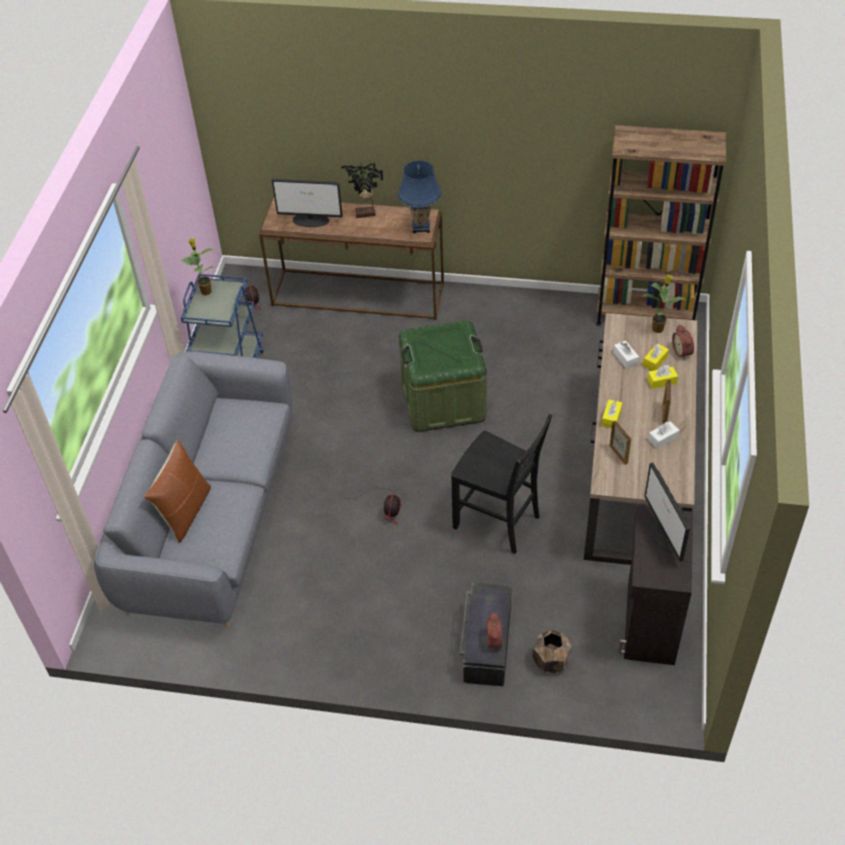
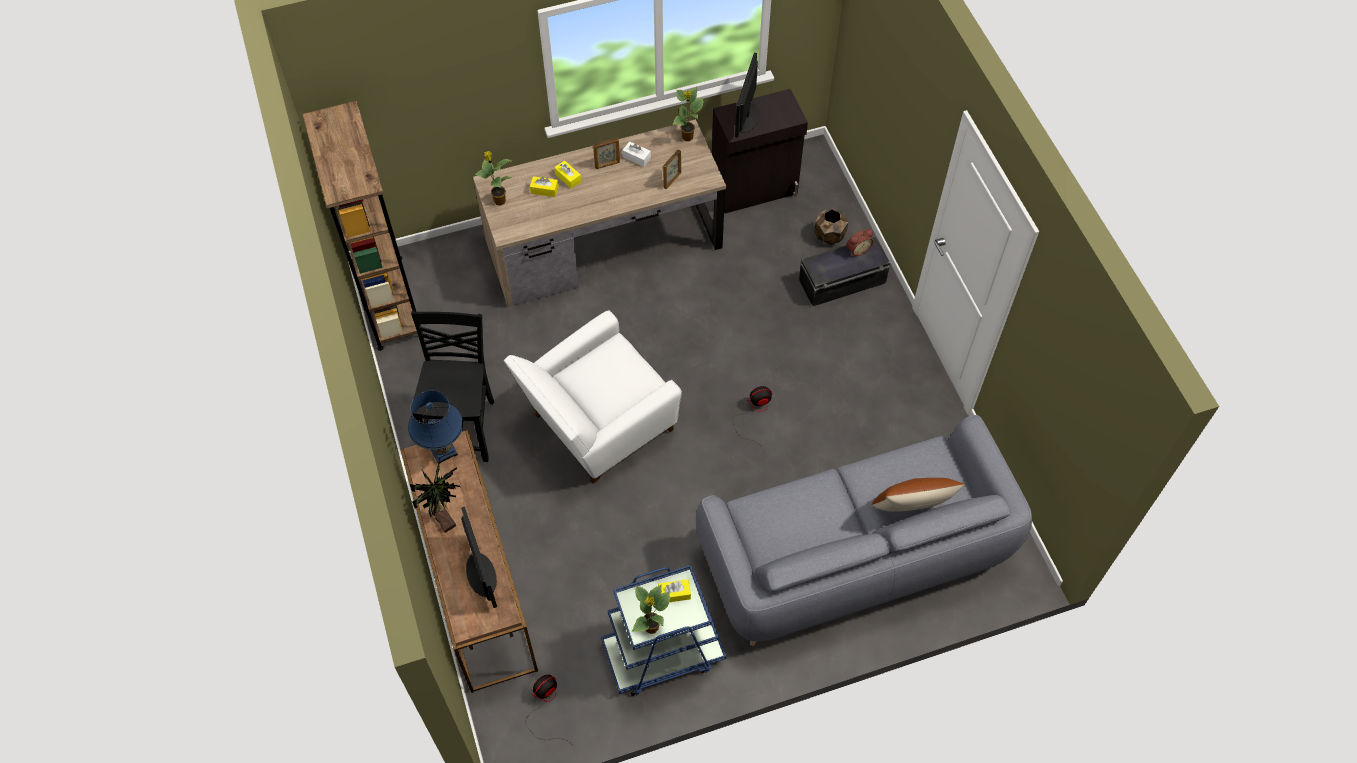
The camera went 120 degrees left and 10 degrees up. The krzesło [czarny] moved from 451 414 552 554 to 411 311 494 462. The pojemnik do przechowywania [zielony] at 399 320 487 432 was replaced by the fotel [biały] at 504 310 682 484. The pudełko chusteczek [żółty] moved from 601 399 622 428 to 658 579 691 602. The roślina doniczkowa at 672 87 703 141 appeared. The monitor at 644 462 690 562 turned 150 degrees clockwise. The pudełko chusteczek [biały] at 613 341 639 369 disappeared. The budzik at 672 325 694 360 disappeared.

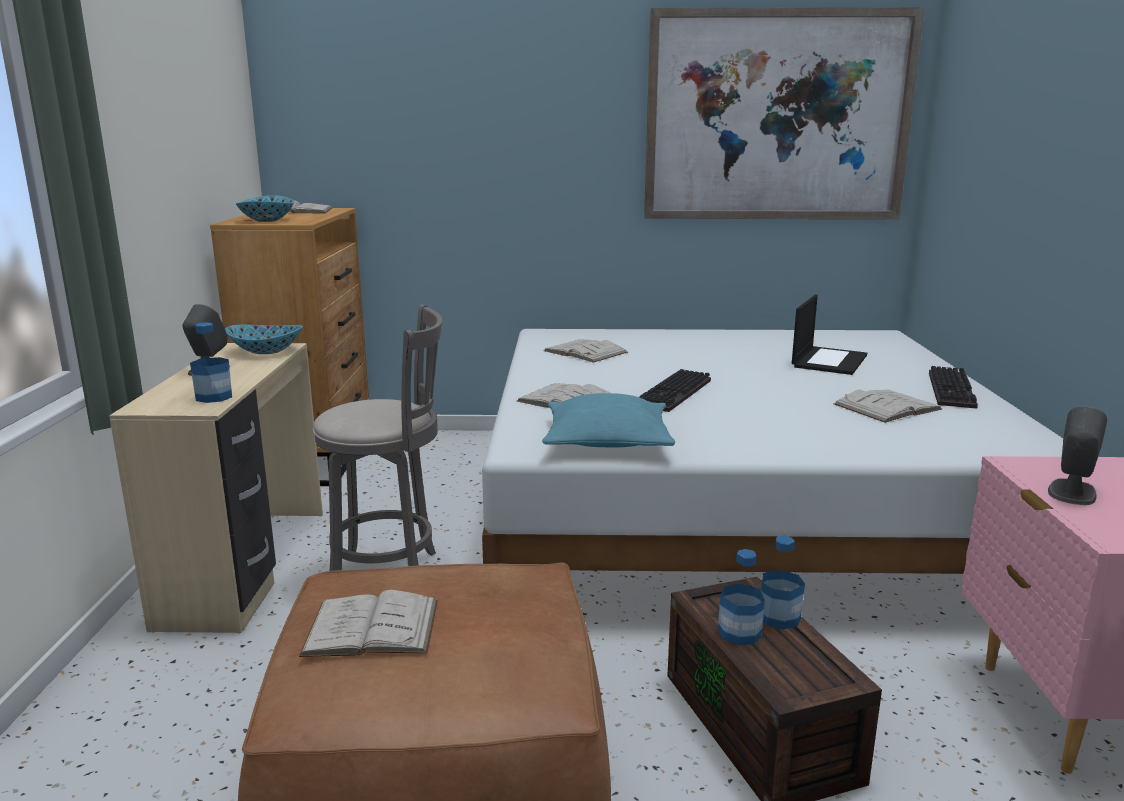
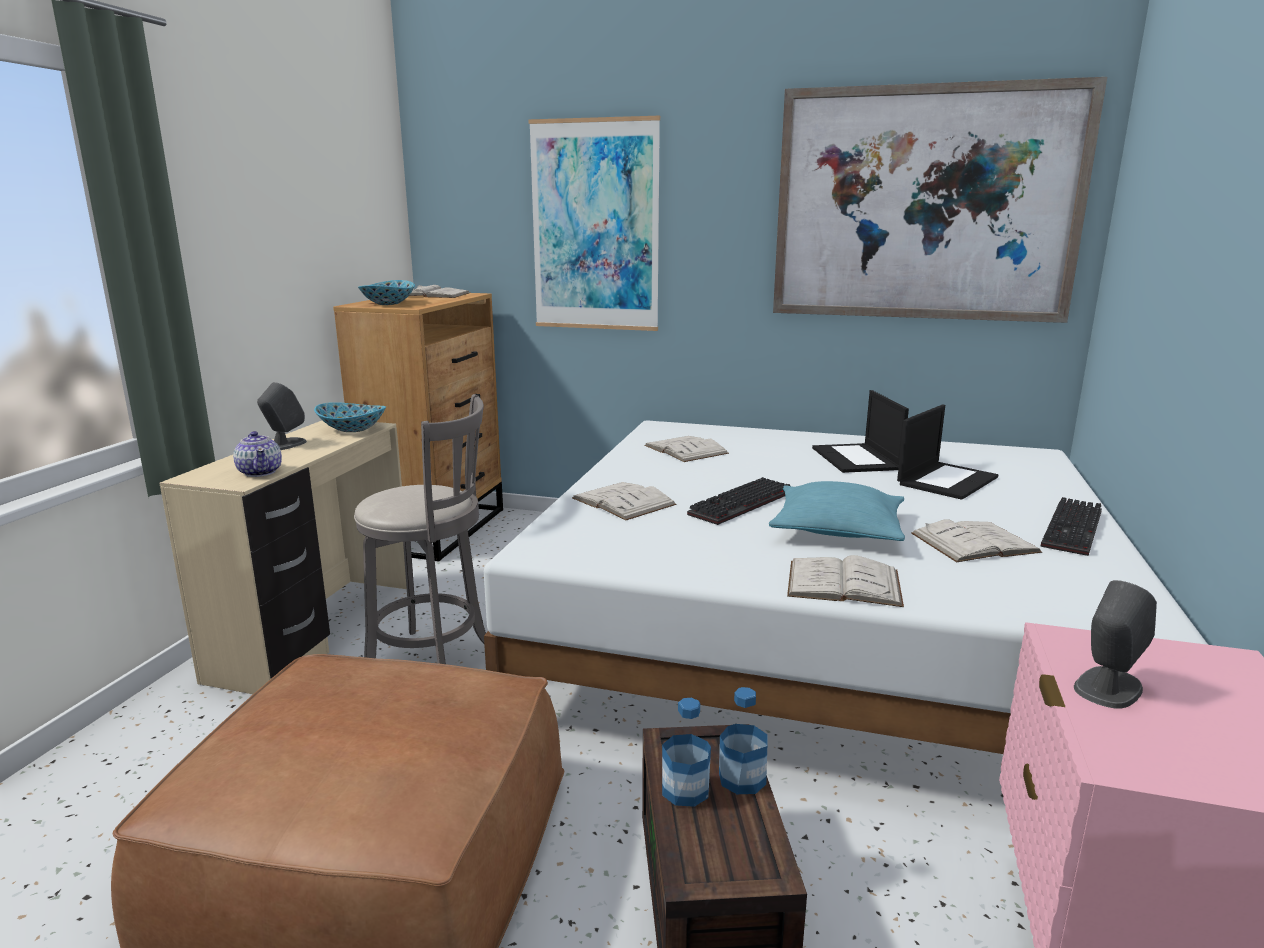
The camera went 15 degrees right and 0 degrees up. The butelka at 190 322 232 403 was replaced by the imbryk at 233 431 282 477. The obraz at 528 116 660 331 appeared. The poduszka [turkusowy] moved from 542 393 675 447 to 769 481 905 541. The książka [biały] moved from 299 590 438 657 to 787 555 904 607. The laptop at 812 390 909 473 appeared.

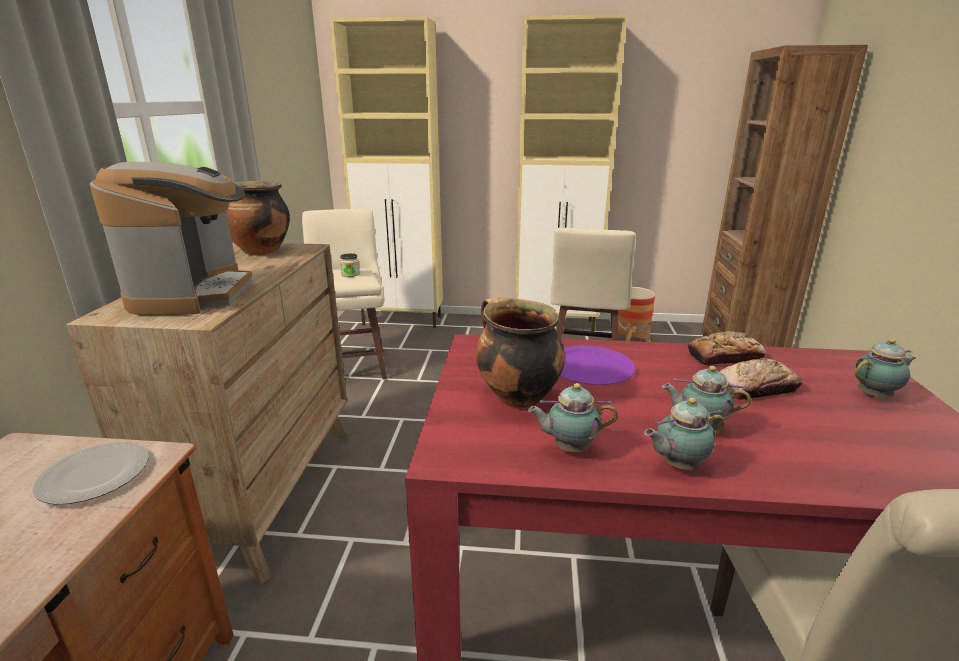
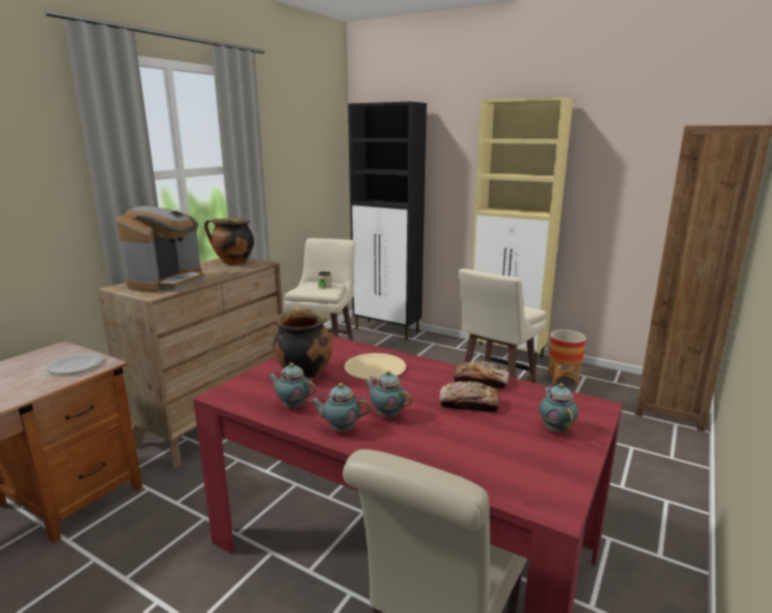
The camera went 25 degrees right and 5 degrees down. The talerz [fioletowy] at 560 345 635 385 became the talerz [beżowy] at 344 353 406 380. The szafka [beżowy] at 330 17 443 328 became the szafka [czarny] at 348 102 427 340. The imbryk at 855 339 916 398 turned 105 degrees counterclockwise.

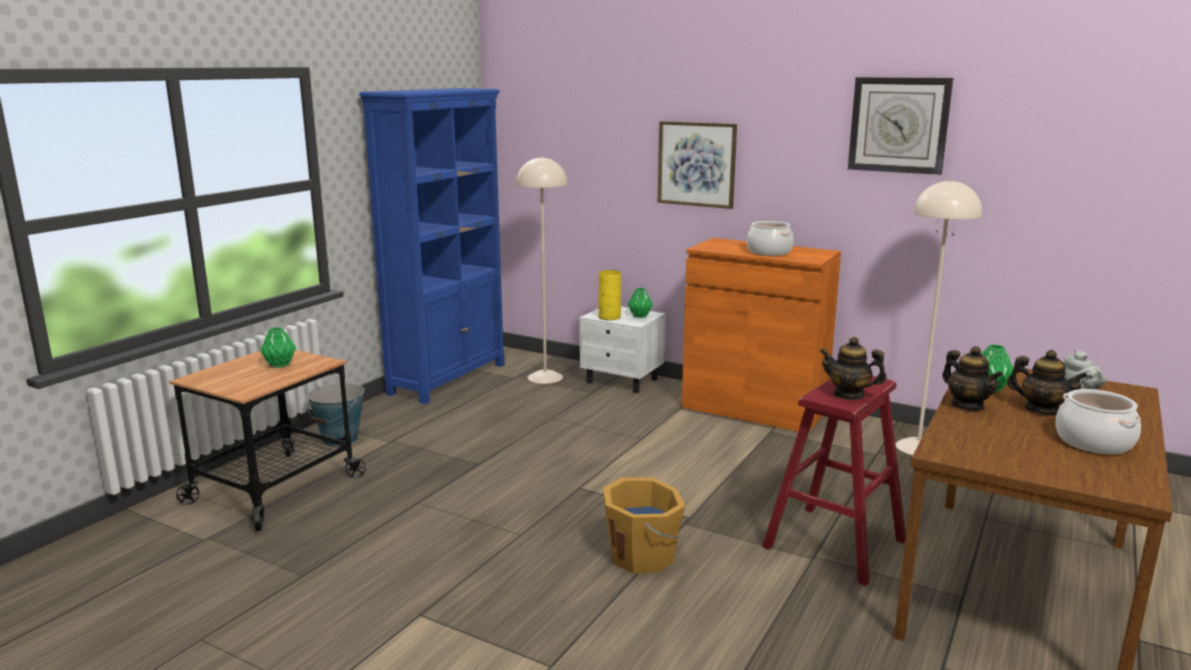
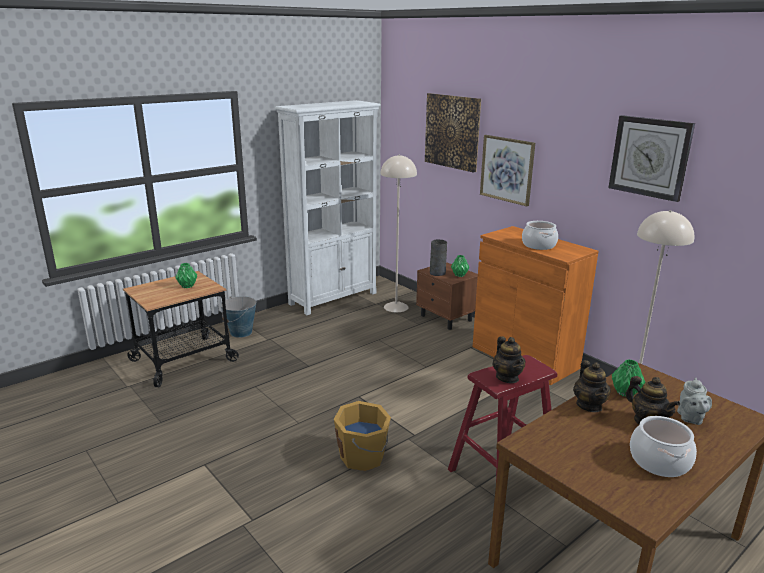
The camera went 20 degrees right and 5 degrees up. The regał [niebieski] at 359 88 505 404 became the regał [biały] at 275 100 381 315. The szafka nocna [biały] at 580 307 666 393 became the szafka nocna [brązowy] at 416 262 478 330. The obraz at 425 93 481 173 appeared. The wazon [żółty] at 598 270 621 320 became the wazon [szary] at 430 240 447 276. The imbryk at 819 337 887 400 turned 150 degrees counterclockwise.

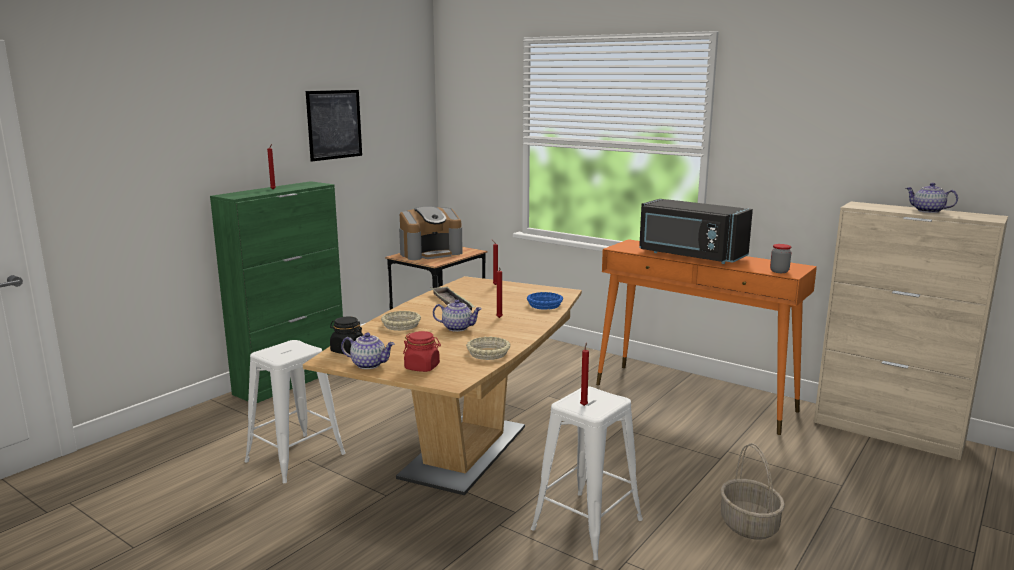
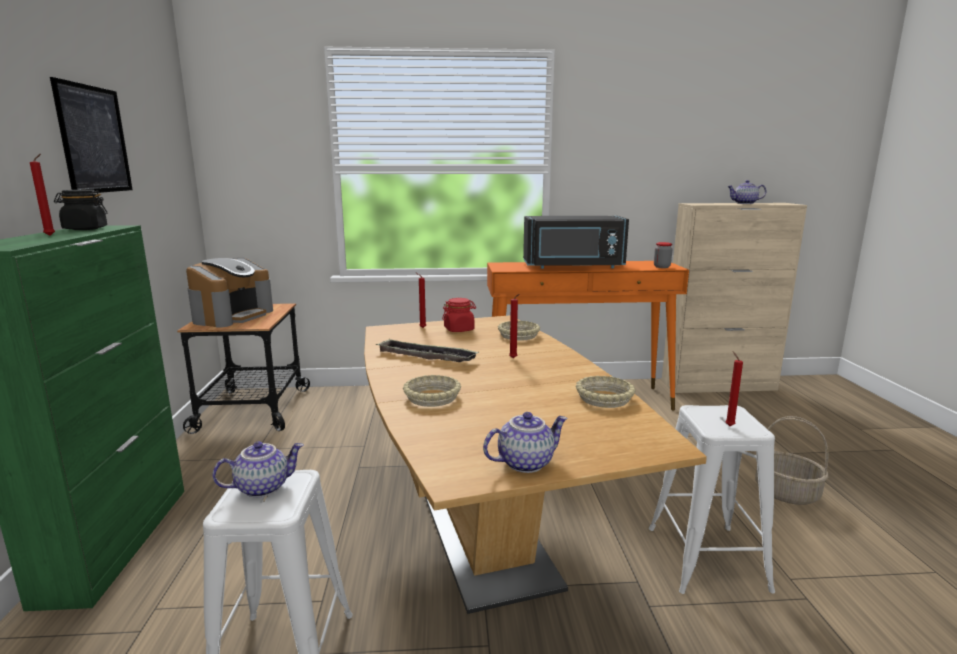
The camera went 40 degrees left and 0 degrees up. The słoik [czarny] moved from 330 316 364 354 to 54 190 107 230. The imbryk moved from 433 300 482 332 to 212 441 304 498. The słoik [czerwony] moved from 403 331 441 372 to 442 298 476 332. The miska [niebieski] at 527 292 563 310 became the miska [beżowy] at 498 321 540 341.

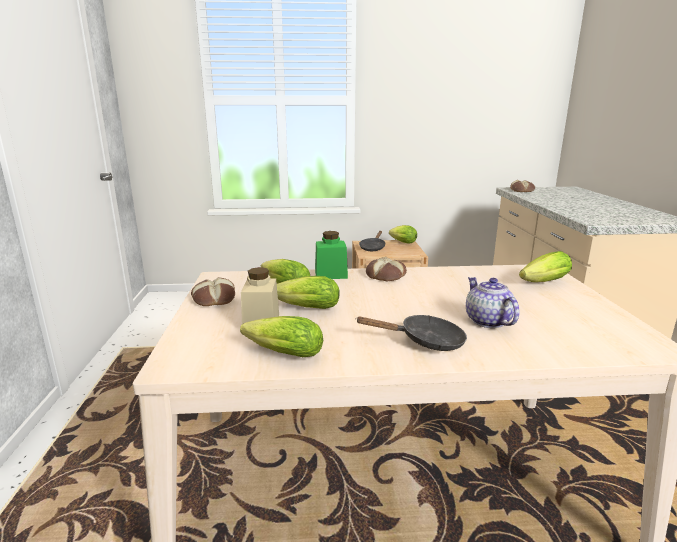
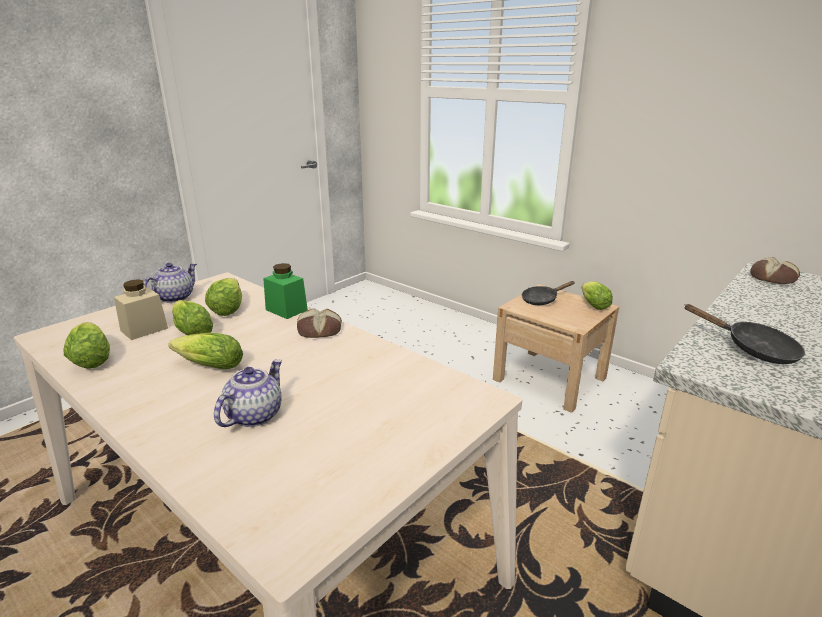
The camera went 45 degrees right and 5 degrees up. The chleb at 191 277 235 306 was replaced by the imbryk at 143 263 197 303. The sałata moved from 519 251 572 282 to 168 333 243 369. The patelnia [czarny] moved from 355 315 467 351 to 684 304 805 364.

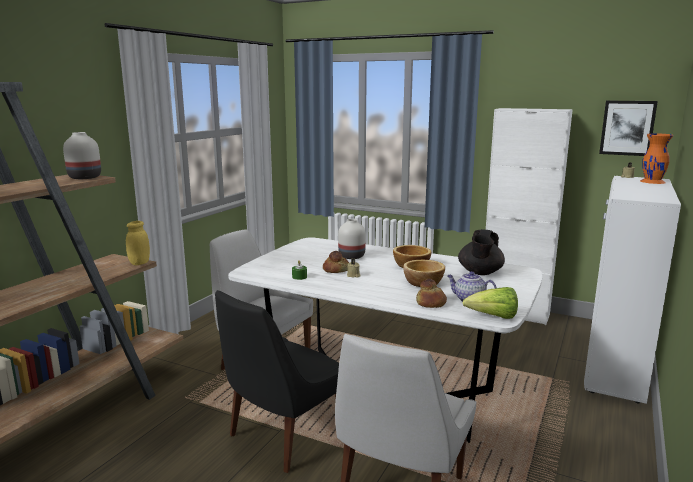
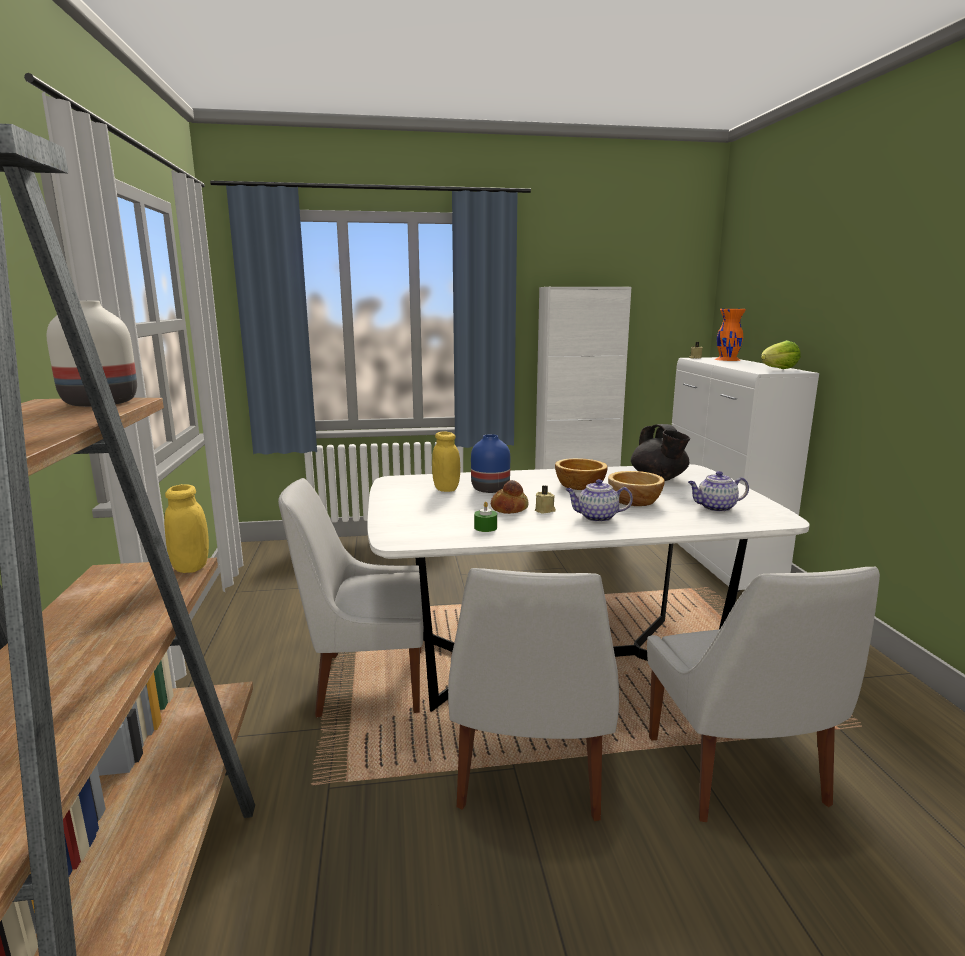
The camera went 35 degrees left and 0 degrees up. The słoik [żółty] at 432 432 460 492 appeared. The krzesło [czarny] at 215 290 339 473 became the krzesło [biały] at 448 568 619 821. The wazon [biały] at 338 219 366 259 became the wazon [niebieski] at 471 434 510 493. The imbryk at 565 479 633 522 appeared. The sałata moved from 463 287 518 319 to 761 340 801 369. The chleb at 416 279 447 308 disappeared. The obraz at 599 101 658 156 disappeared.

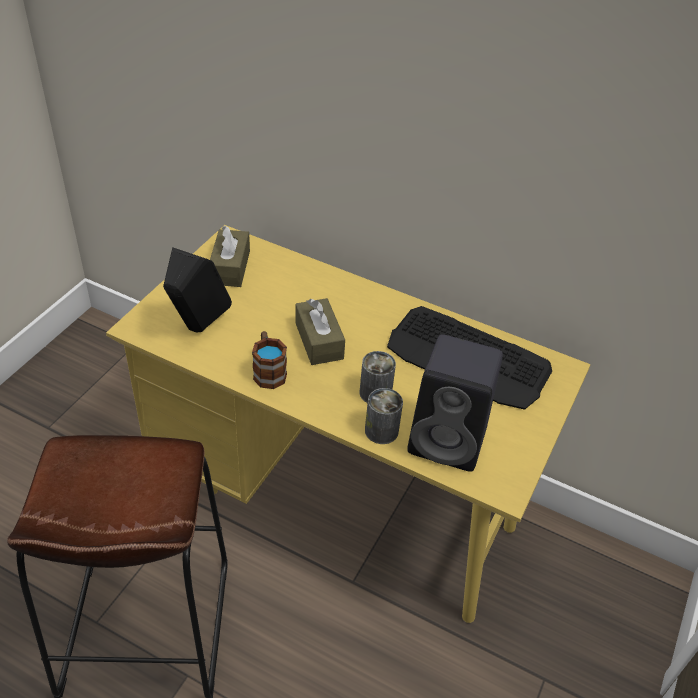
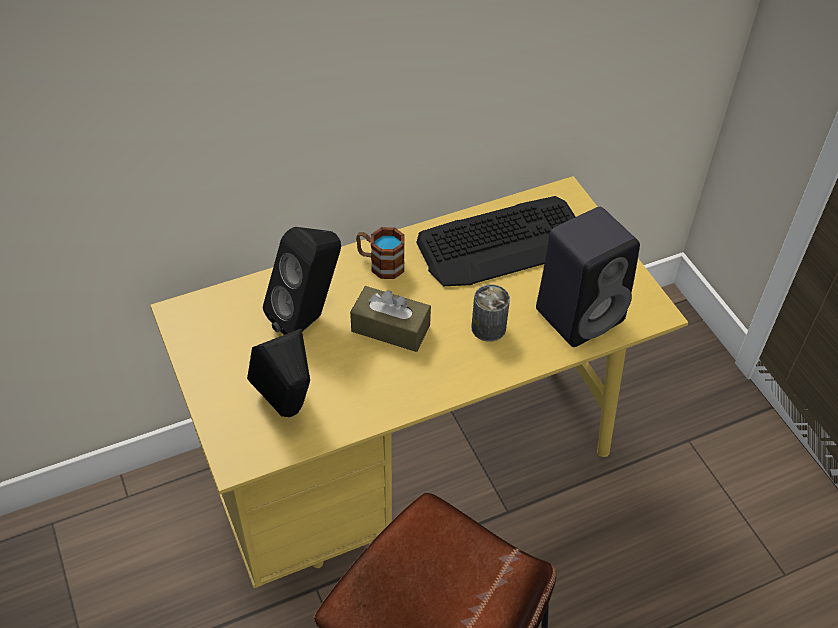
The camera went 50 degrees left and 5 degrees up. The głośnik [czarny] at 263 227 341 335 appeared. The kubek moved from 252 331 287 389 to 356 227 405 279. The pudełko chusteczek [brązowy] at 210 226 250 287 disappeared. The puszka at 365 388 403 444 disappeared.

